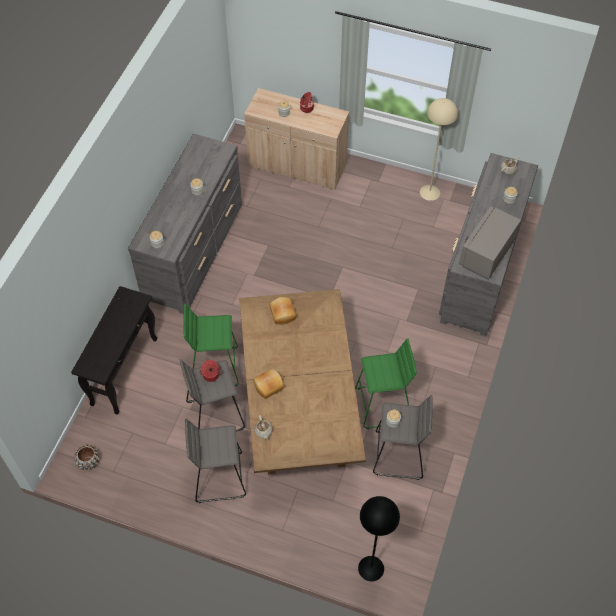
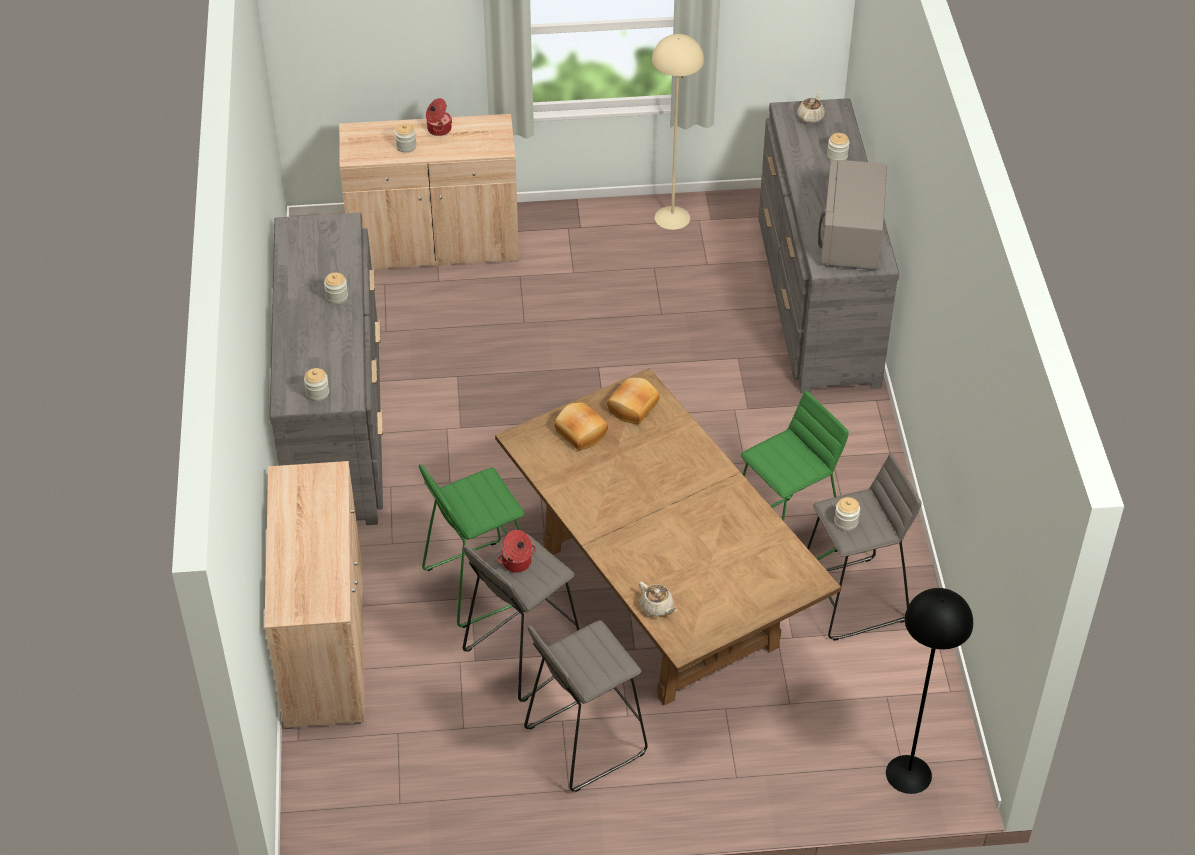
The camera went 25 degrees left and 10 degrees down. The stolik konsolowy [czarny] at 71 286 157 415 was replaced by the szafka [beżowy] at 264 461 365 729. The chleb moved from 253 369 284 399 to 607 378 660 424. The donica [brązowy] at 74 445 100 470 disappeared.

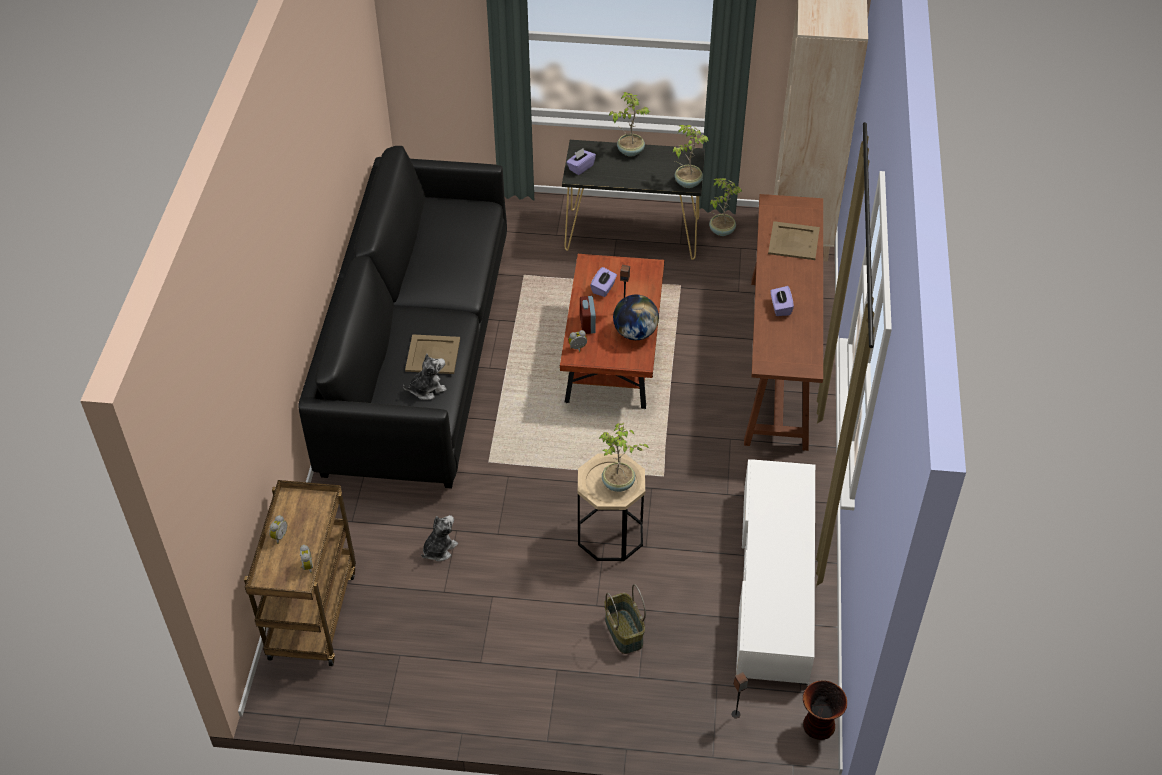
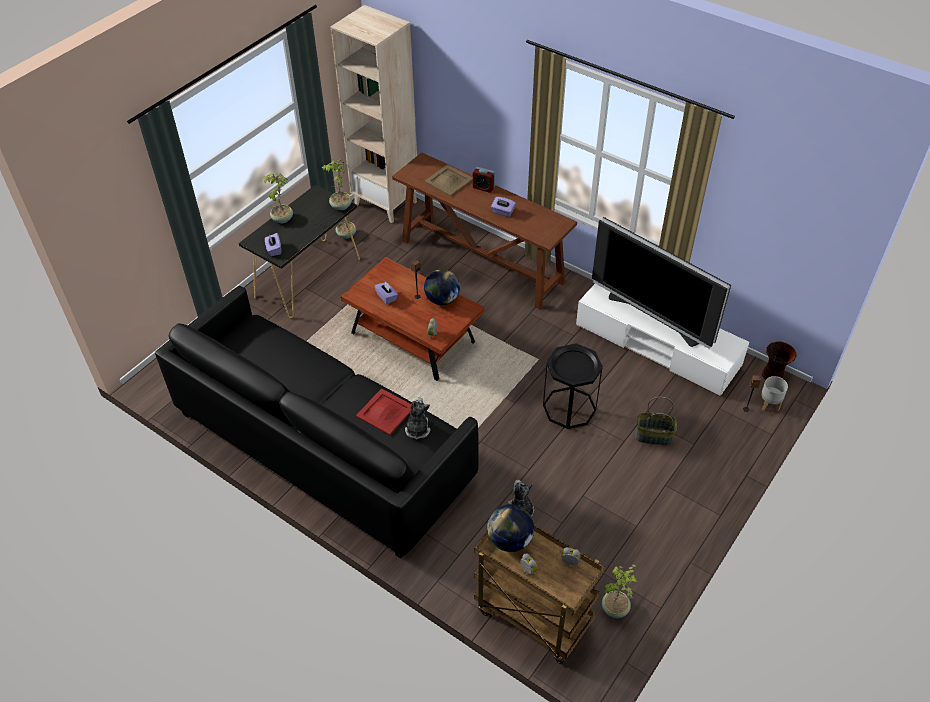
The camera went 60 degrees left and 0 degrees up. The taca [beżowy] at 405 334 460 374 became the taca [czerwony] at 356 388 411 435. The budzik moved from 580 296 596 334 to 473 167 495 193. The globus at 487 504 534 552 appeared. The stolik [beżowy] at 578 454 645 561 became the stolik [czarny] at 543 343 603 429. The telewizor at 592 217 731 349 appeared. The roślina doniczkowa moved from 599 423 649 492 to 602 564 638 618. The donica [szary] at 760 376 788 411 appeared.

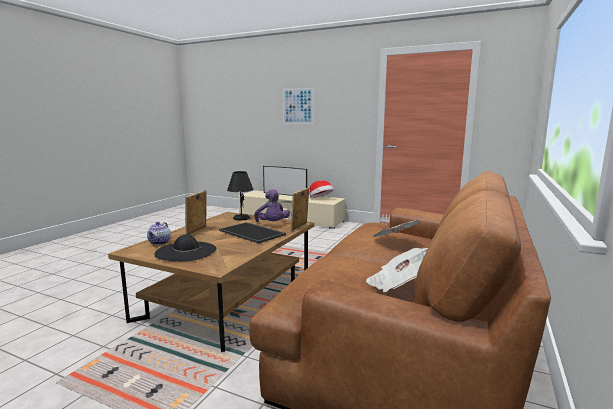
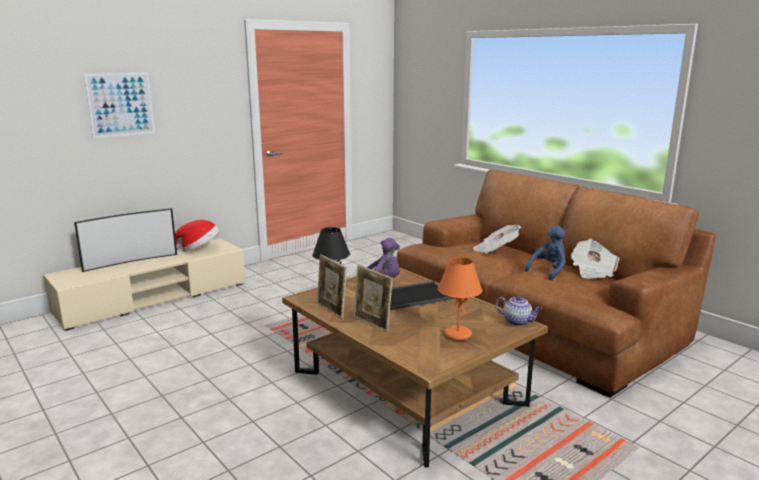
The camera went 65 degrees left and 5 degrees up. The ramka na zdjęcie moved from 290 187 309 231 to 317 254 347 319. The kapelusz [czarny] at 154 235 216 261 was replaced by the lampa stołowa [pomarańczowy] at 438 257 482 341. The imbryk moved from 147 222 171 245 to 495 296 542 326. The pluszak [niebieski] at 525 226 566 280 appeared.

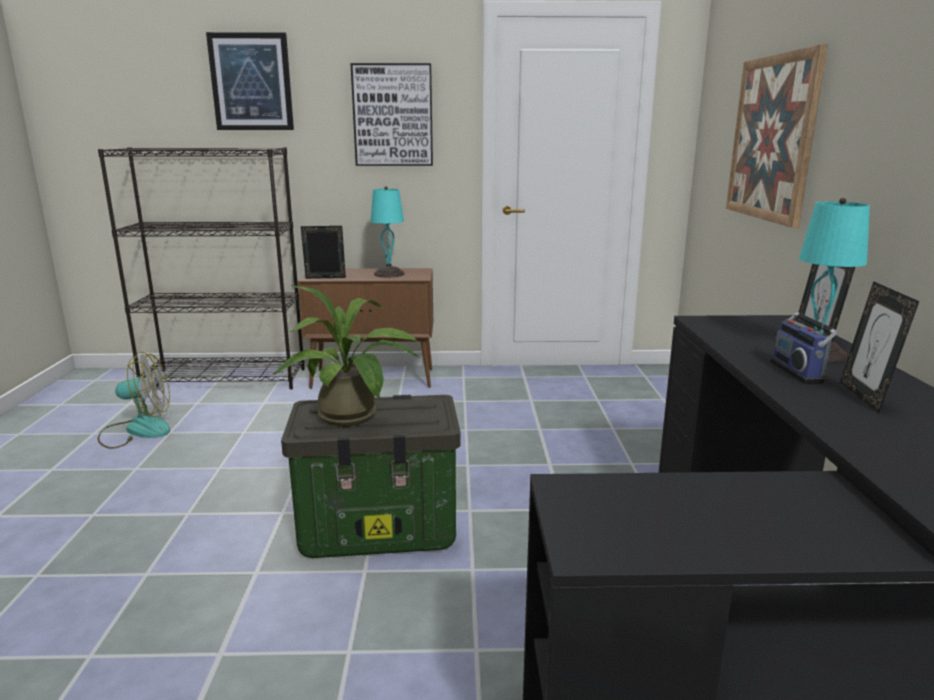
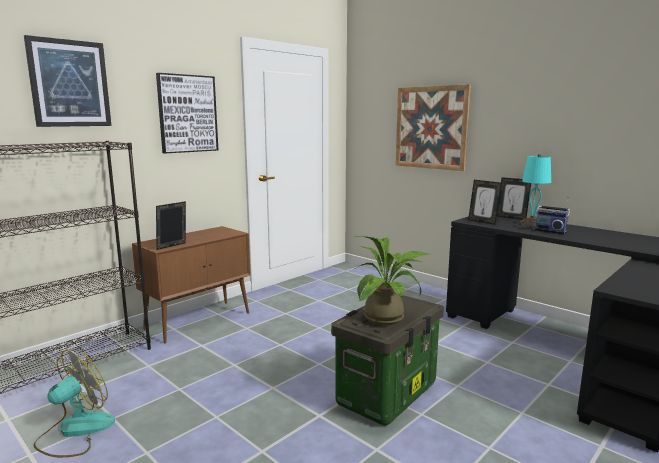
The camera went 45 degrees left and 5 degrees down. The ramka na zdjęcie moved from 840 281 919 413 to 468 180 501 225. The lampa stołowa [turkusowy] at 370 186 405 277 disappeared.

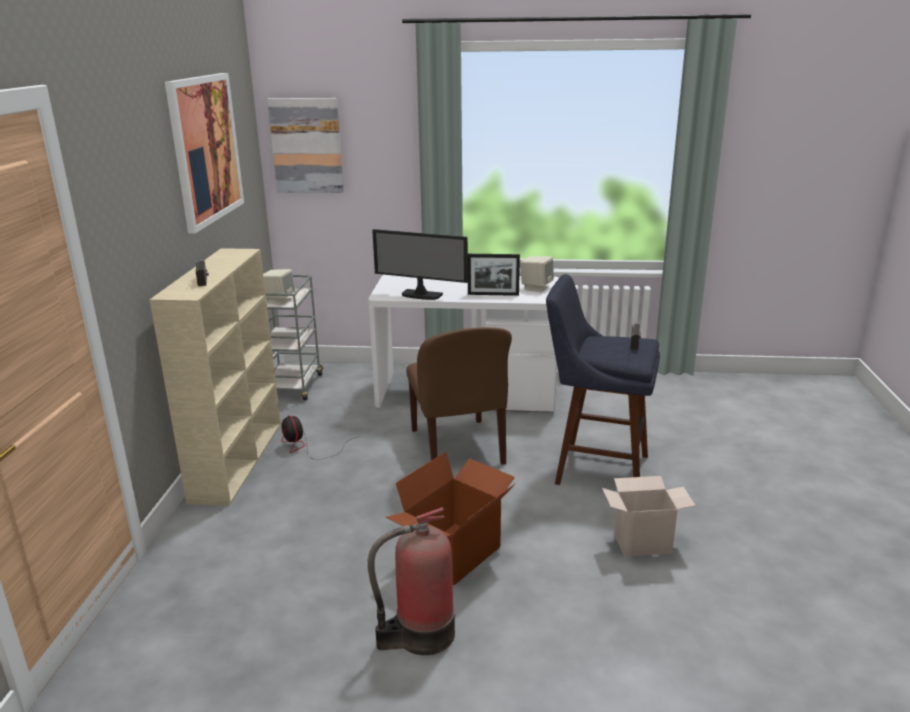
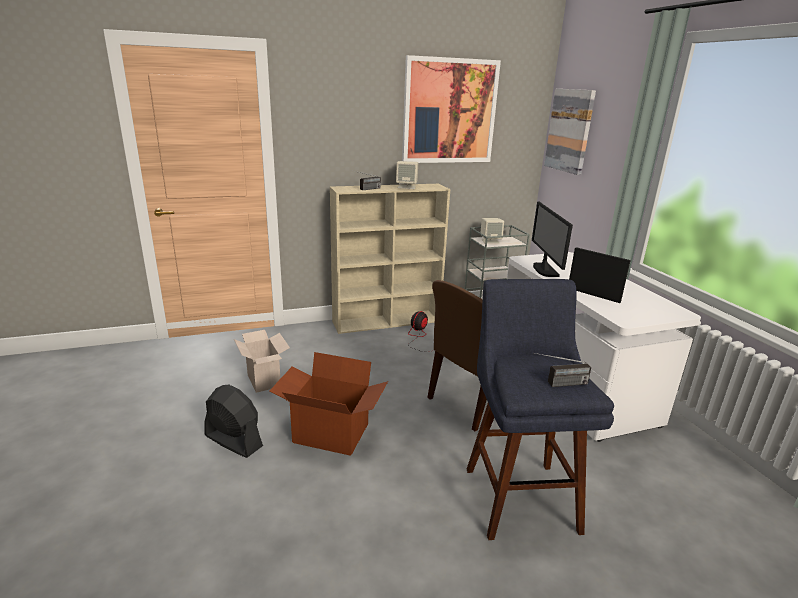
The camera went 65 degrees right and 0 degrees up. The gaśnica at 368 507 455 655 was replaced by the wentylator [czarny] at 204 385 263 458. The karton moved from 602 476 696 557 to 234 330 290 393. The głośnik [beżowy] moved from 520 256 554 292 to 396 161 418 189. The ramka na zdjęcie at 468 254 520 296 turned 150 degrees clockwise.

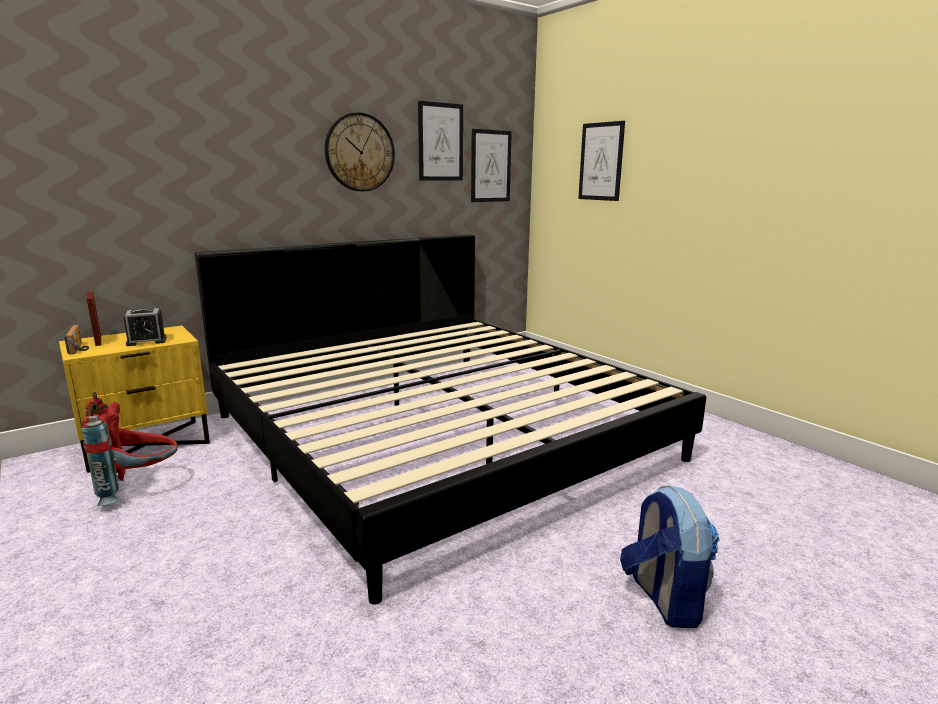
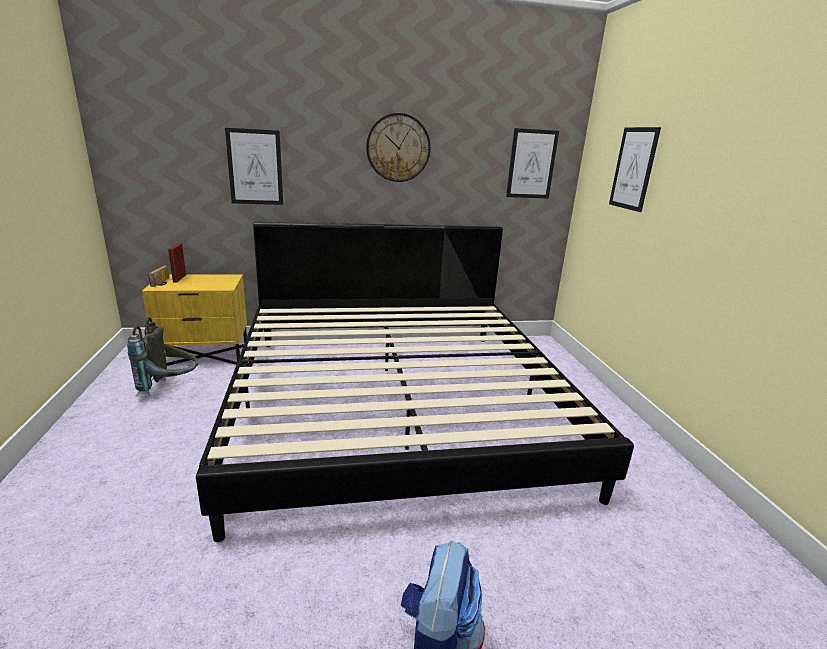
The camera went 25 degrees right and 5 degrees up. The plecak [czerwony] at 82 392 178 507 became the plecak [szary] at 127 317 198 397. The obraz moved from 418 101 463 181 to 225 128 283 205. The budzik at 123 307 167 346 disappeared.

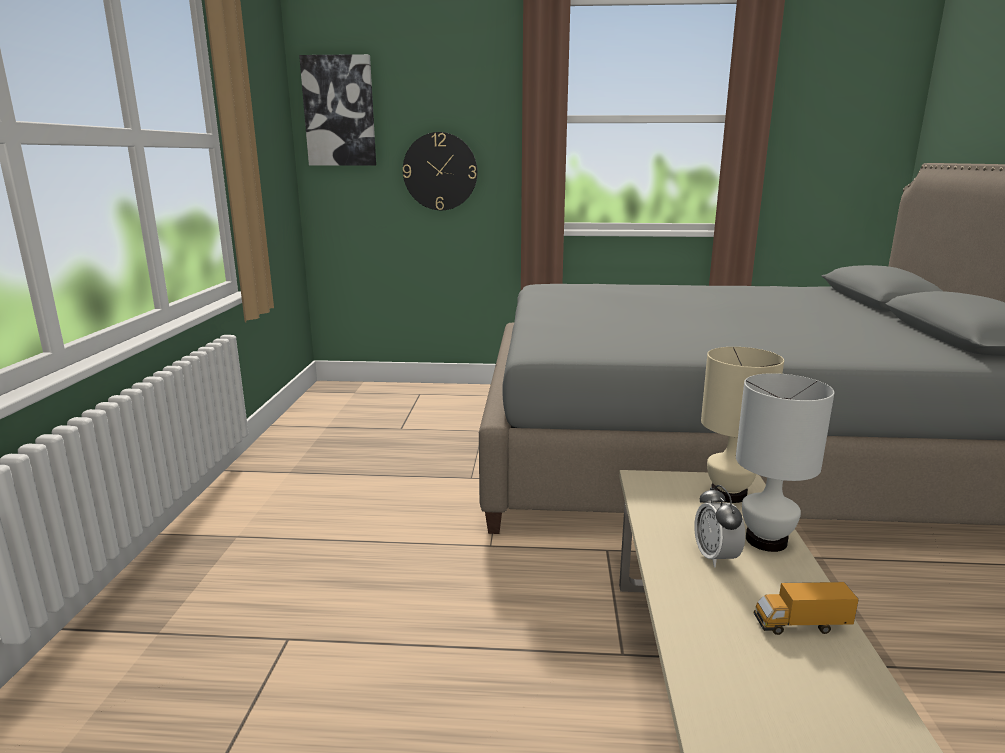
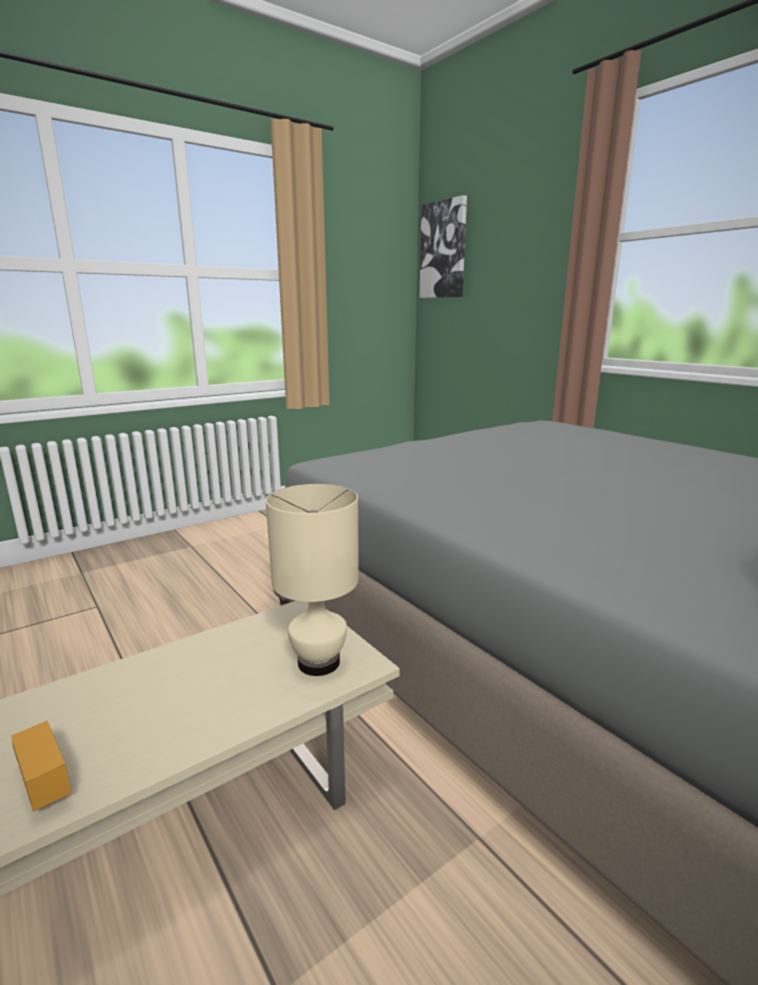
The camera went 50 degrees right and 0 degrees up. The zegar ścienny at 403 132 477 210 disappeared. The budzik at 694 485 745 568 disappeared. The lampa stołowa [biały] at 736 373 834 552 disappeared.

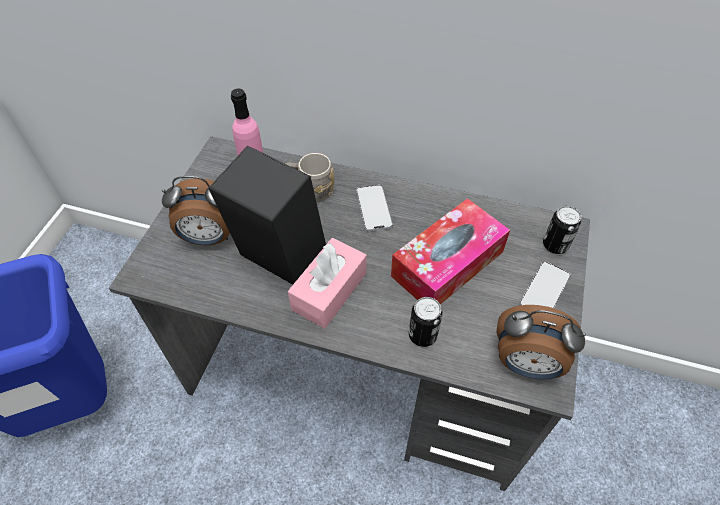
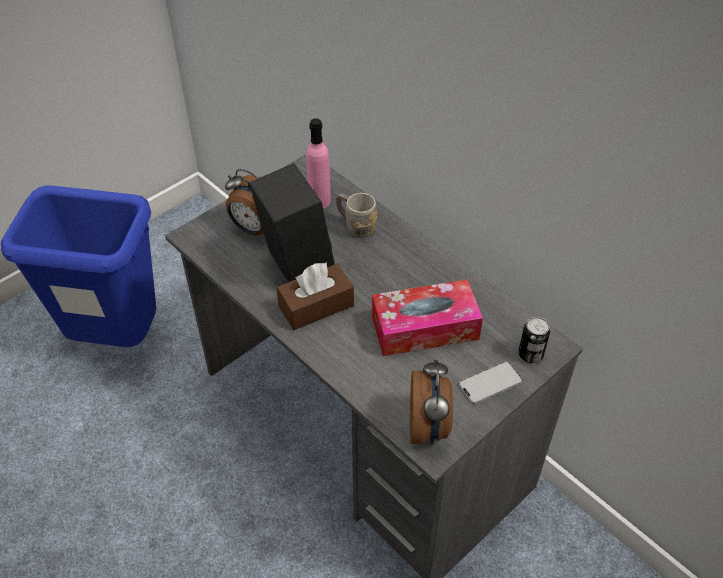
The camera went 30 degrees right and 5 degrees down. The pudełko chusteczek [różowy] at 288 238 367 329 became the pudełko chusteczek [brązowy] at 277 262 354 330. The budzik at 496 305 586 379 turned 135 degrees counterclockwise. The telefon at 356 185 393 232 disappeared. The puszka at 409 297 443 347 disappeared.

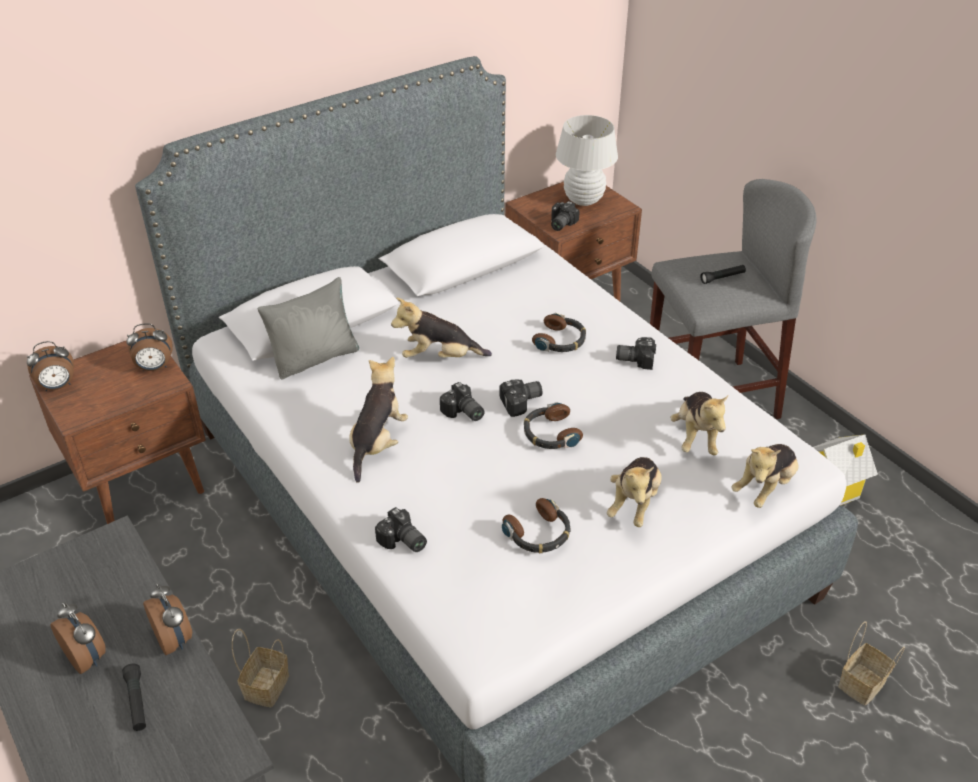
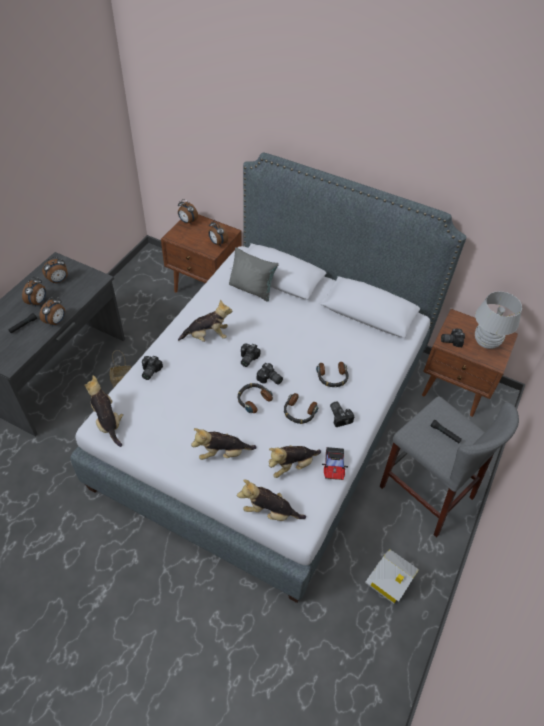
The camera went 60 degrees right and 10 degrees up. The budzik at 42 257 68 284 appeared. The pluszak moved from 391 298 492 358 to 84 375 123 447. The słuchawki moved from 502 498 571 553 to 284 393 318 424. The samochodzik at 322 447 348 480 appeared. The koszyk at 838 621 905 706 disappeared.

